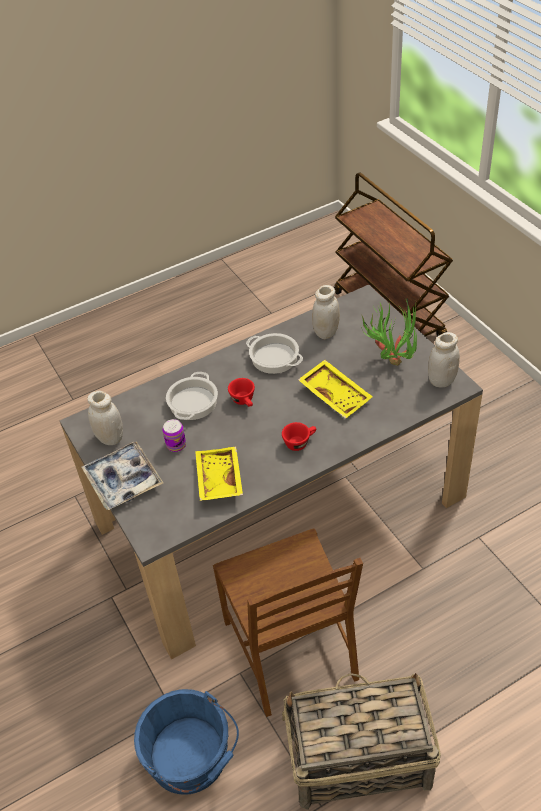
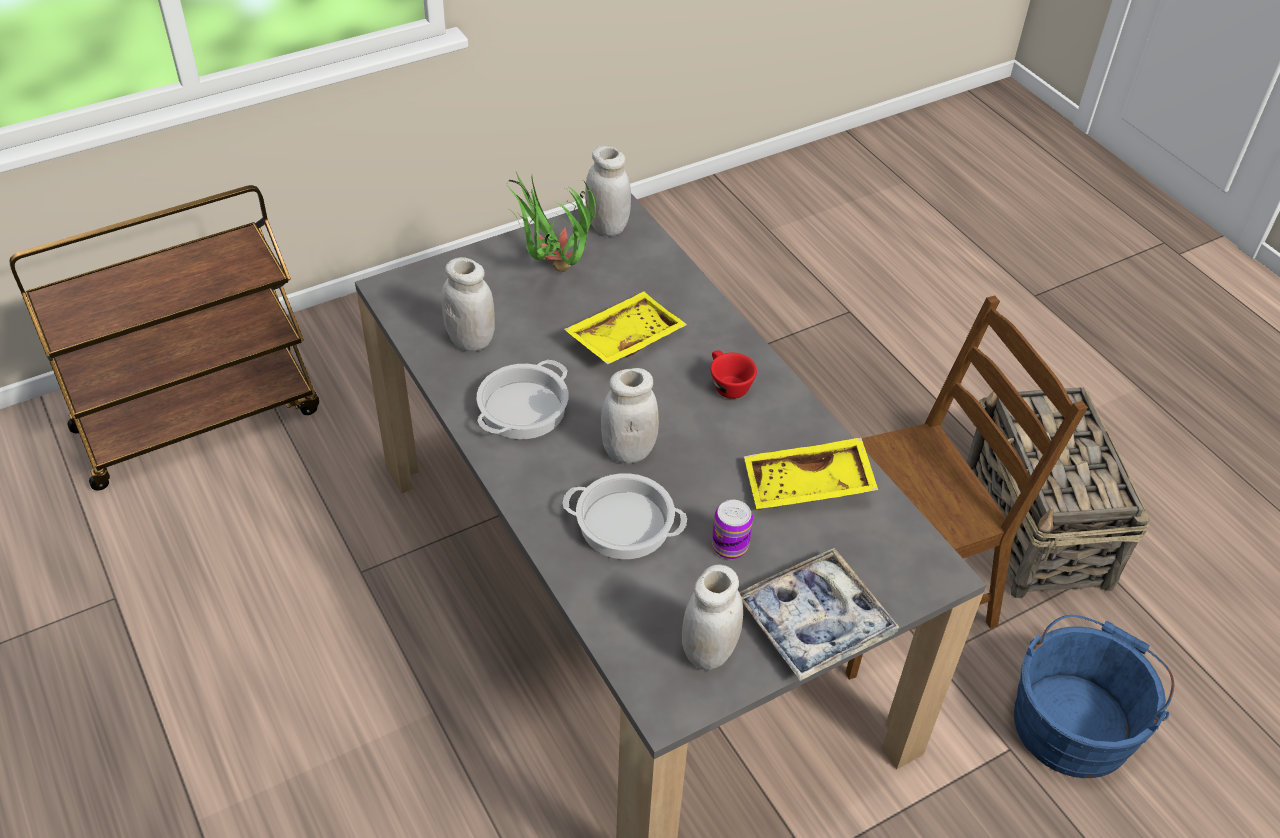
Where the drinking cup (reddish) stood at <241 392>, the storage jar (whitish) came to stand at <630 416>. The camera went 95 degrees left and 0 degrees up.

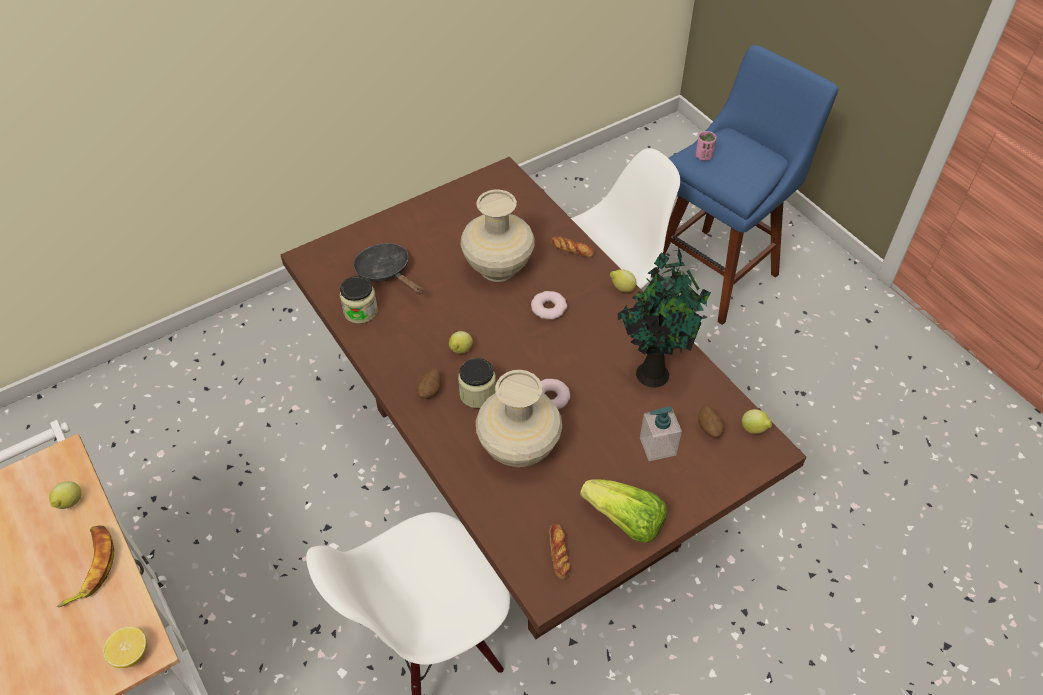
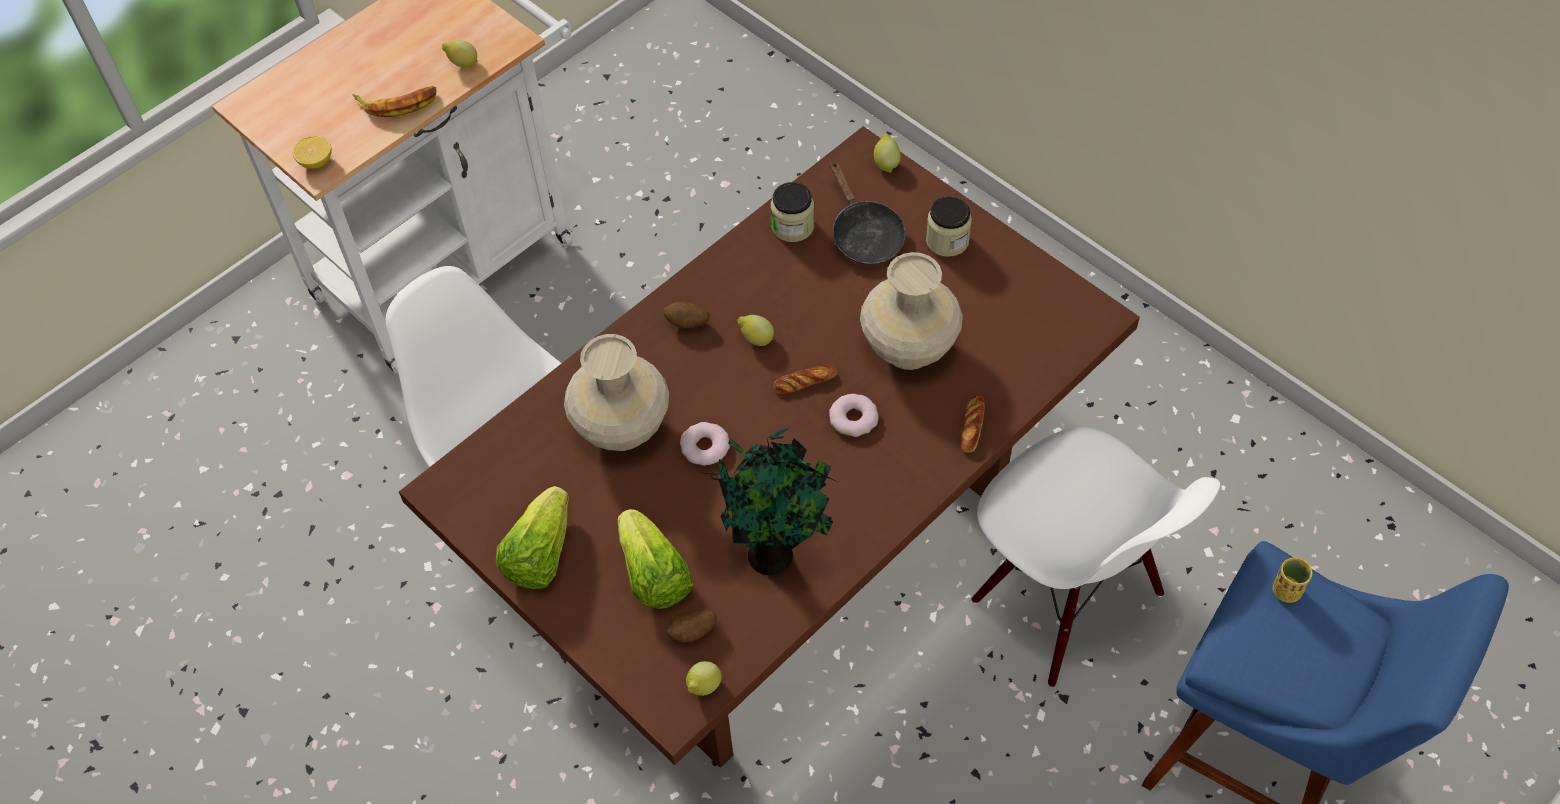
What was the drinking cup (pink) at <706 146> turned into the drinking cup (yellow) at <1292 580>. The frying pan (black) at <388 269> ended up facing another way, 120 degrees clockwise from before. The whole lemon ended up elsewhere, having gone from <623 280> to <887 153>. The storage jar ended up elsewhere, having gone from <477 383> to <949 226>. Where the soap dispenser stood at <661 433>, the head of lettuce came to stand at <656 559>. The bread ended up elsewhere, having gone from <559 551> to <804 379>. The camera went 80 degrees right and 5 degrees up.

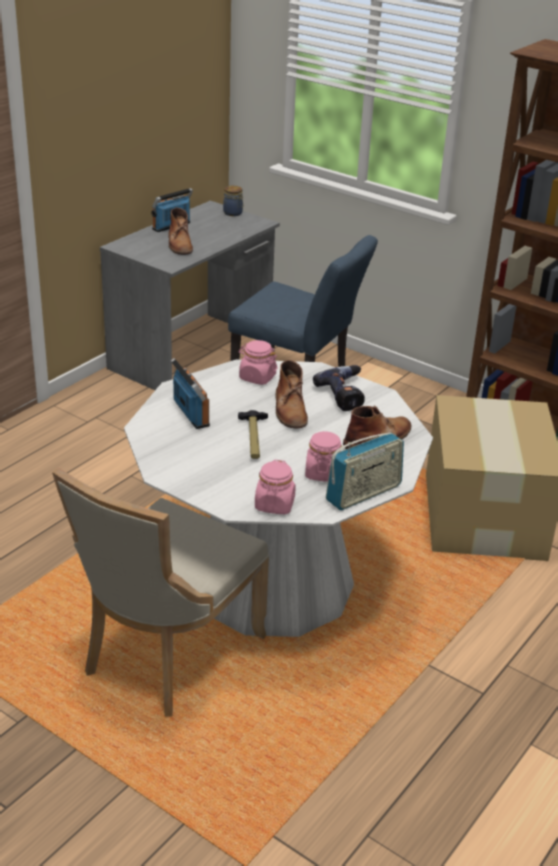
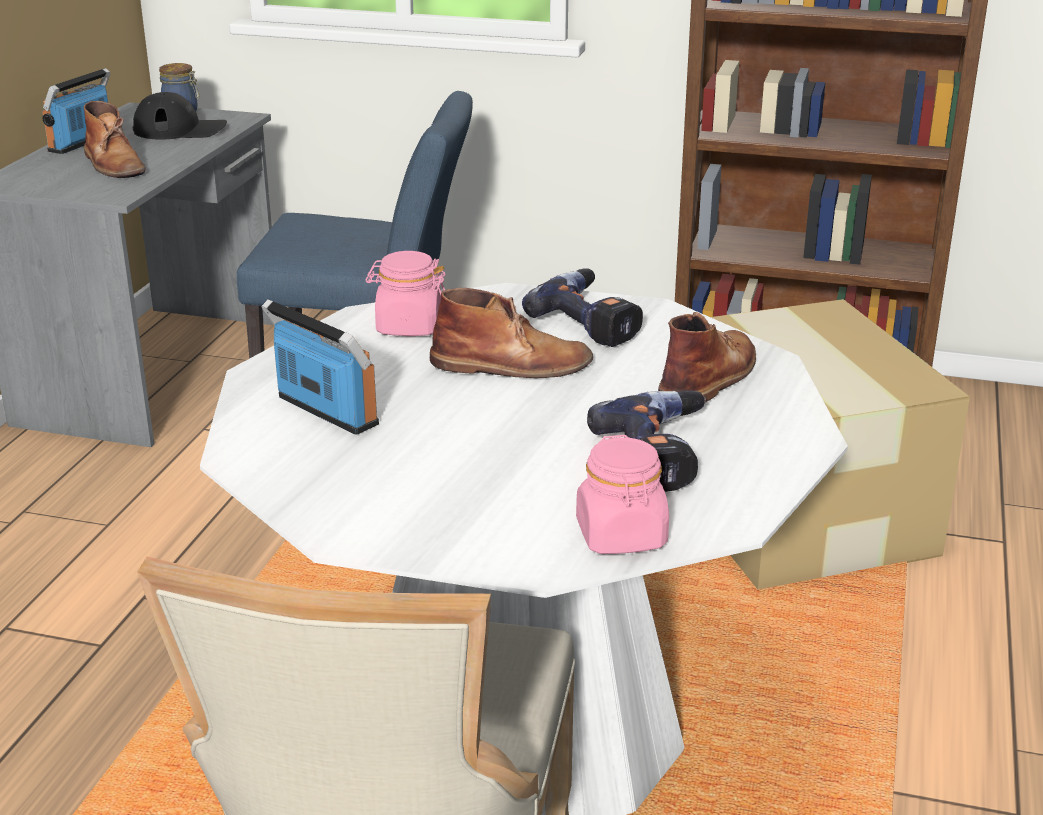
The tall boot (brownish) at <291 394> ended up facing another way, 60 degrees counterclockwise from before. The second view lost the tool hammer at <253 434>. Where the storage jar (pink) stood at <323 456>, the power drill came to stand at <646 441>. The second view lost the radio set at <365 471>. The second view gained the baseball cap (black) at <180 116>. The camera went 20 degrees left and 5 degrees down.

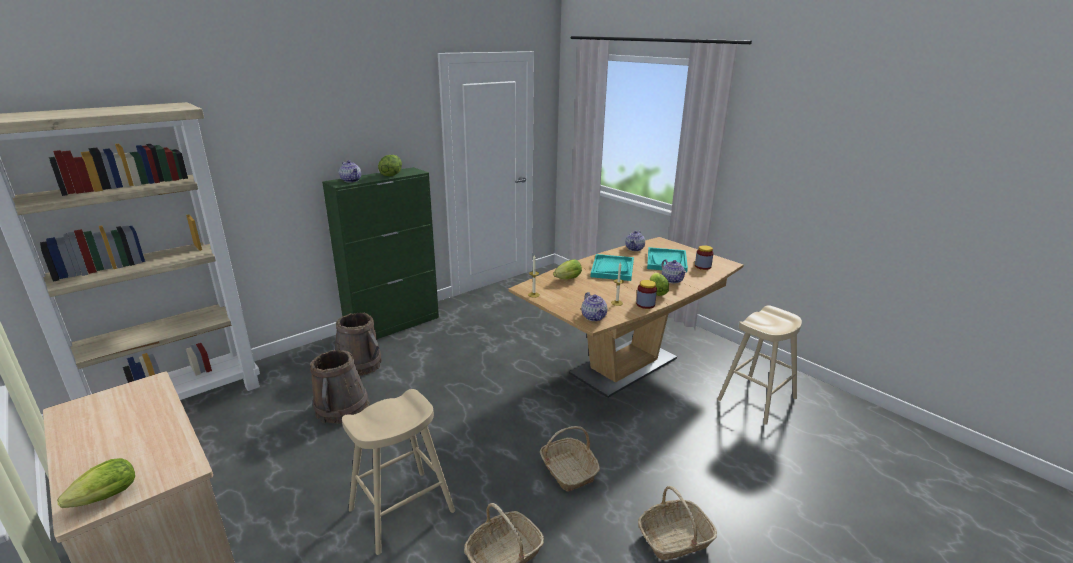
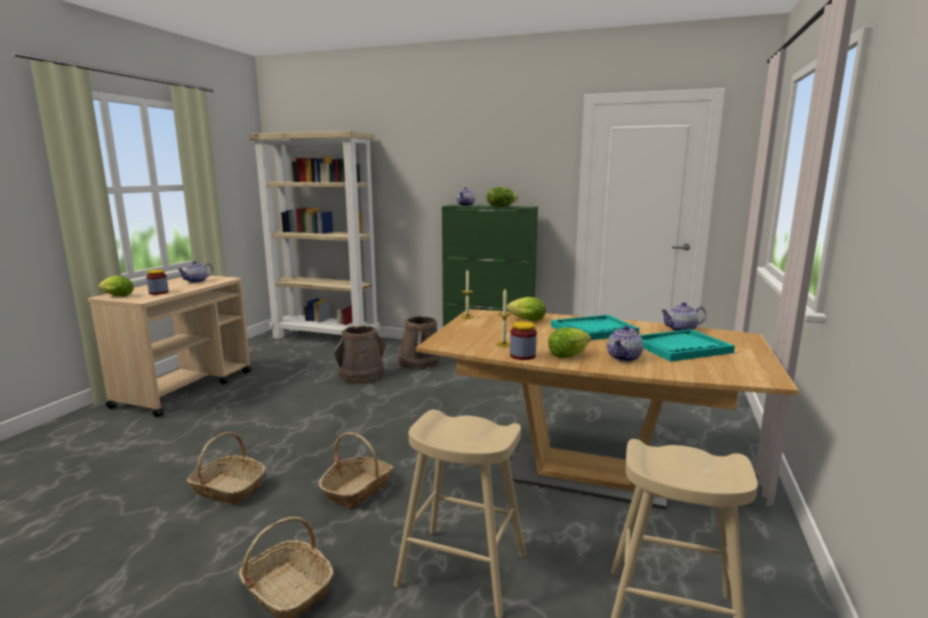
The storage jar ended up elsewhere, having gone from <704 257> to <157 282>. The teapot ended up elsewhere, having gone from <594 306> to <195 272>. The sitting stool (beige-coloured) ended up elsewhere, having gone from <398 472> to <460 514>. The camera went 60 degrees right and 10 degrees down.

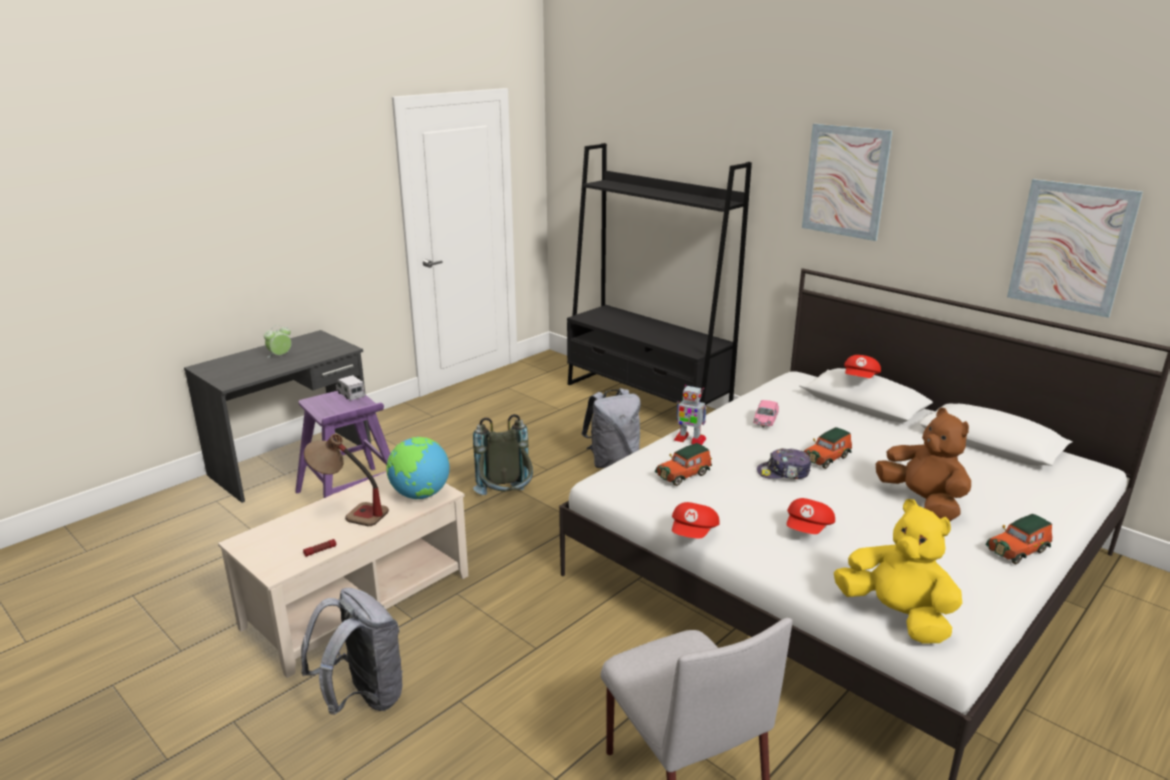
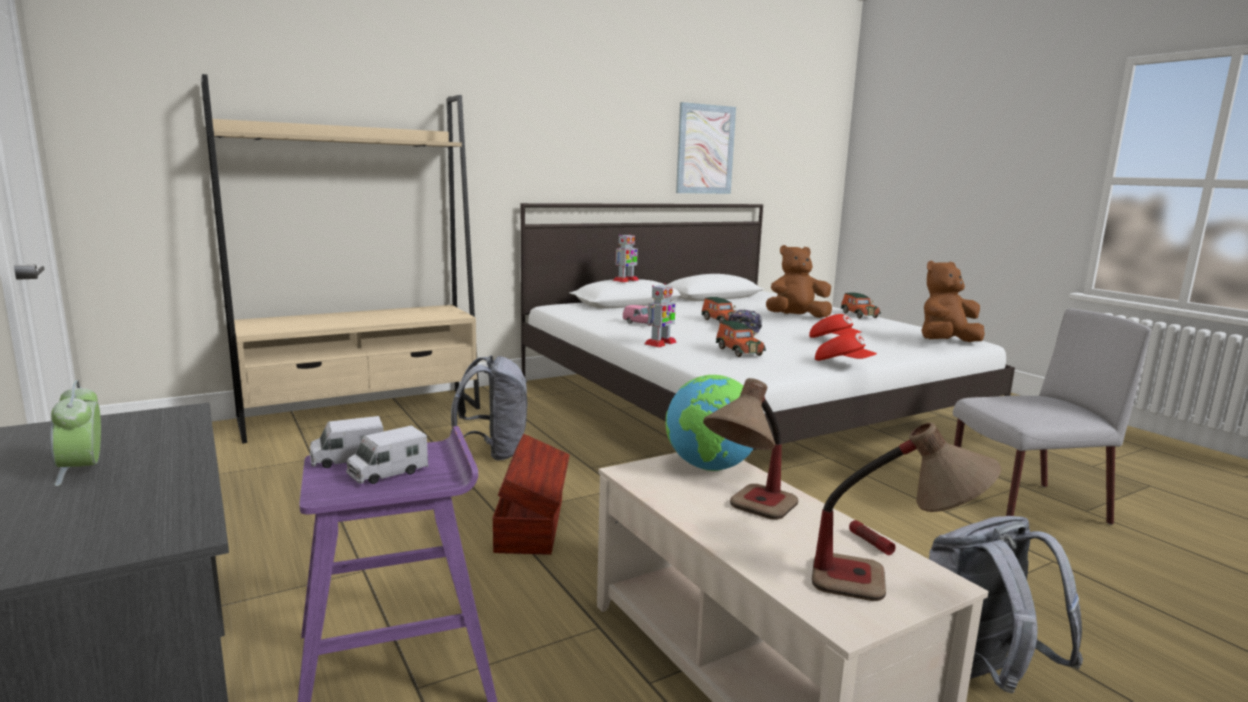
The second view lost the picture at <847 182>. What was the bookcase (black) at <659 274> turned into the bookcase (beige-coloured) at <340 259>. Where the baseball cap (reddish) stood at <862 366>, the toy robot came to stand at <626 258>. Where the backpack (greyish) stood at <503 454>, the storage container (brownish) came to stand at <531 494>. What was the plush toy (yellow) at <898 571> turned into the plush toy (brownish) at <953 301>. The second view gained the table lamp at <906 512>. The second view gained the toy truck at <387 454>. The camera went 75 degrees left and 10 degrees down.

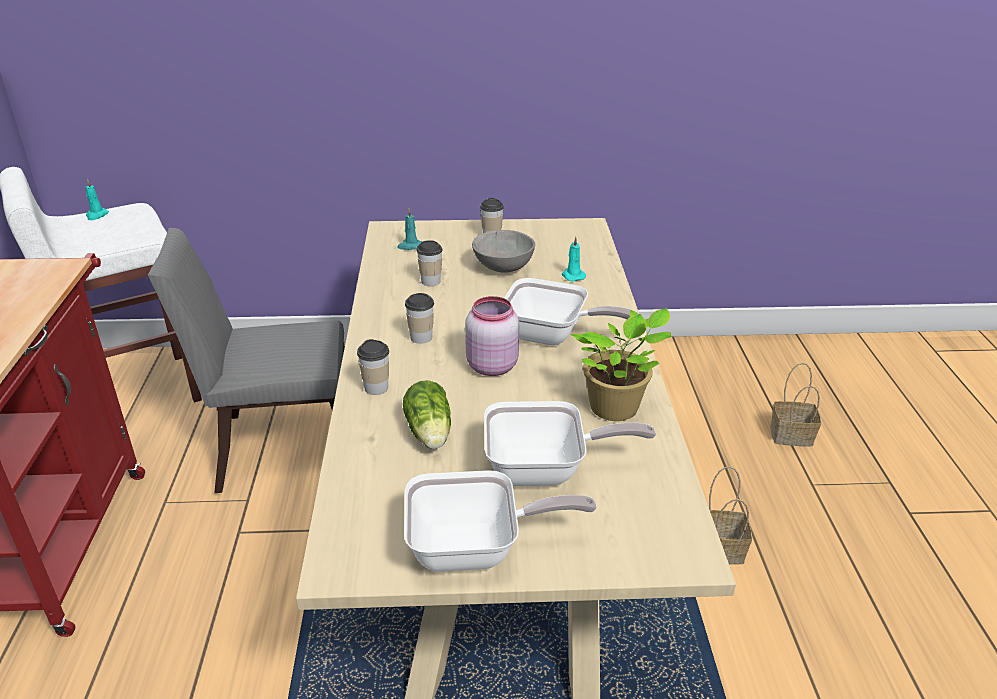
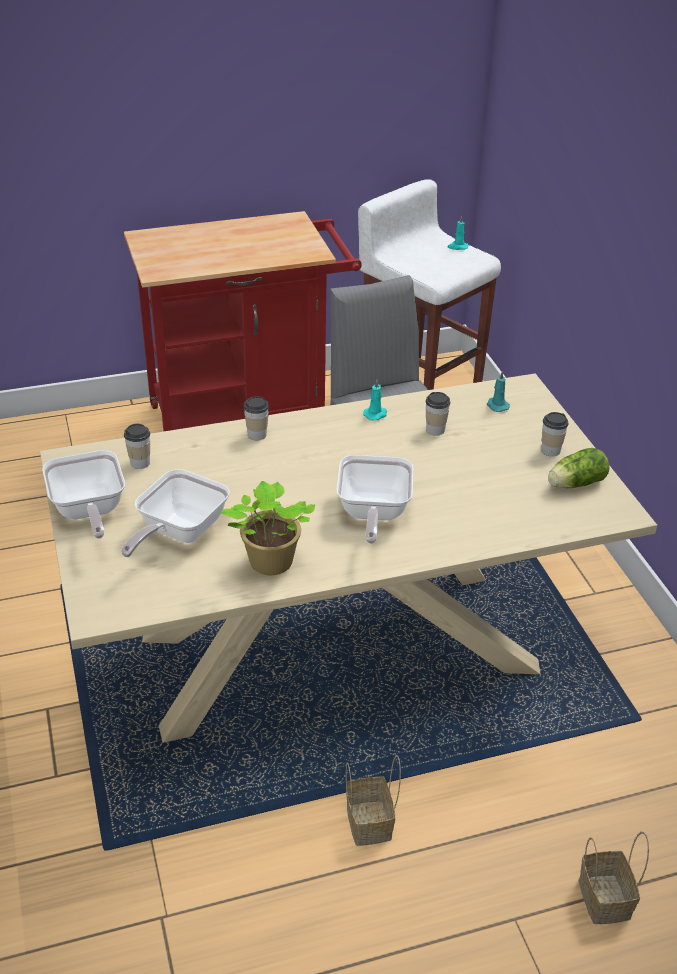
The second view lost the bowl (greyish) at <503 251>. The candle (turquoise-coloured) ended up elsewhere, having gone from <574 259> to <375 400>. The drinking cup ended up elsewhere, having gone from <419 318> to <137 446>. The second view lost the storage jar (pink) at <492 336>. The head of lettuce ended up elsewhere, having gone from <427 414> to <578 468>. The frying pan at <570 443> ended up facing another way, 45 degrees clockwise from before. The camera went 75 degrees right and 5 degrees up.

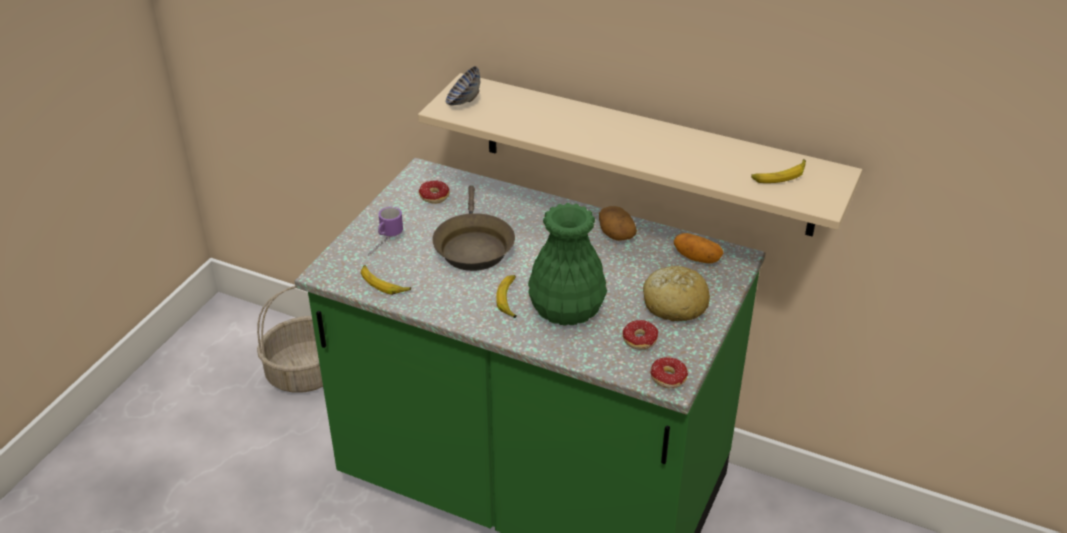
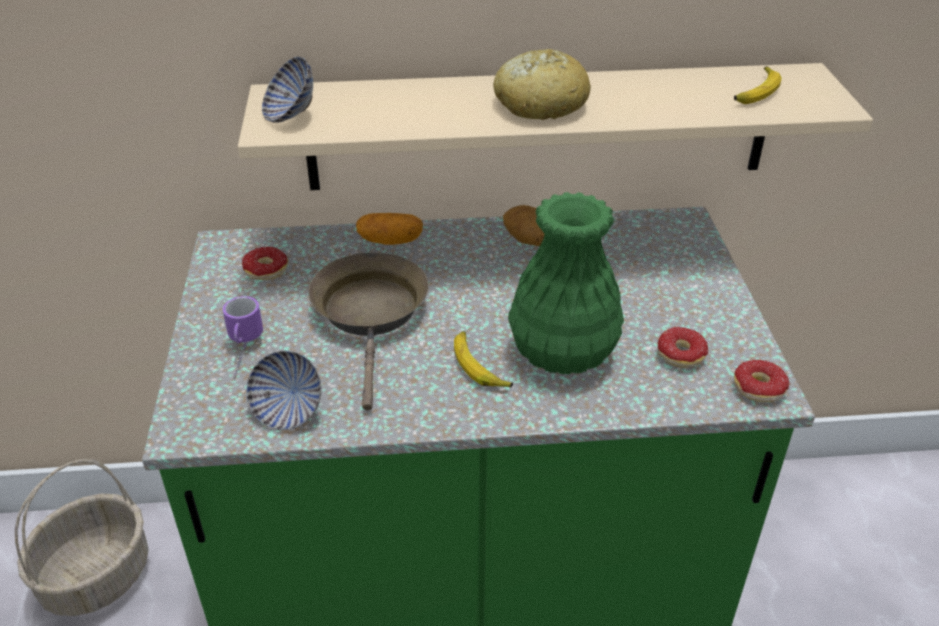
The frying pan (brownish) at <473 228> ended up facing another way, 150 degrees counterclockwise from before. The spud ended up elsewhere, having gone from <699 248> to <389 229>. Where the banana fruit stood at <386 280>, the bowl came to stand at <283 390>. The bread ended up elsewhere, having gone from <676 293> to <542 84>. The camera went 30 degrees left and 0 degrees up.

